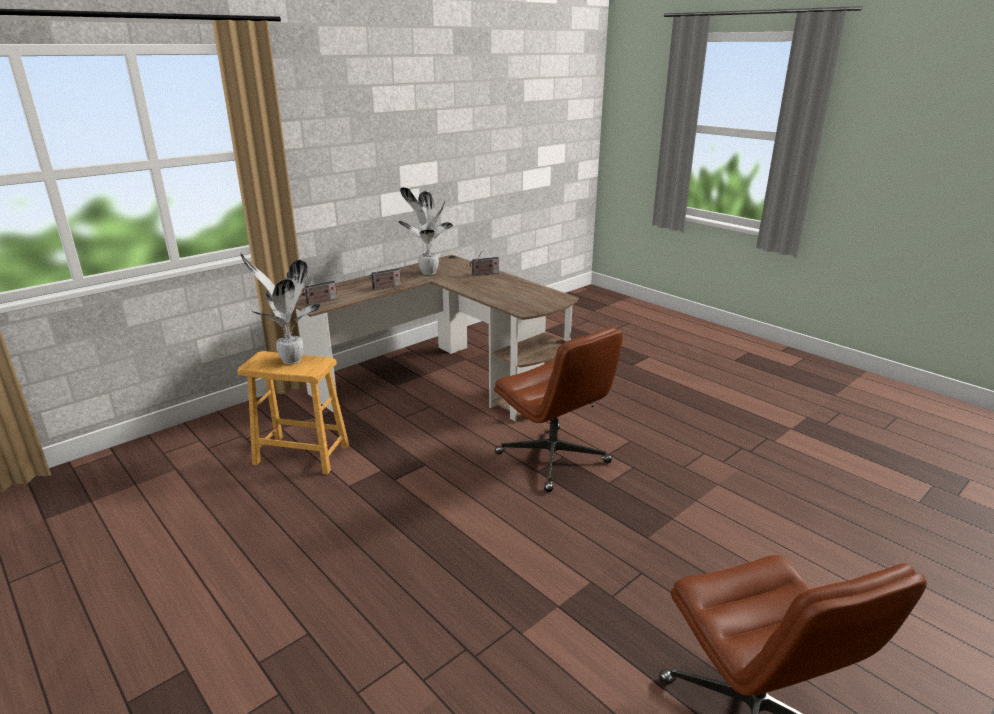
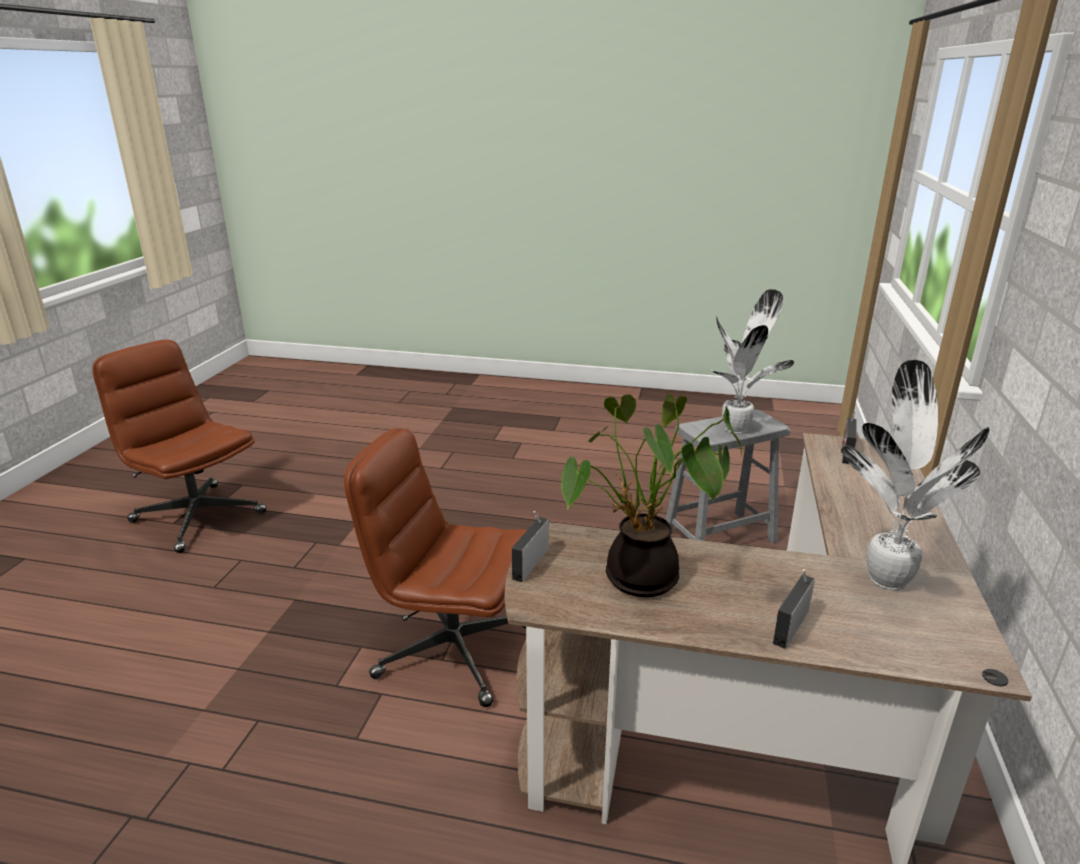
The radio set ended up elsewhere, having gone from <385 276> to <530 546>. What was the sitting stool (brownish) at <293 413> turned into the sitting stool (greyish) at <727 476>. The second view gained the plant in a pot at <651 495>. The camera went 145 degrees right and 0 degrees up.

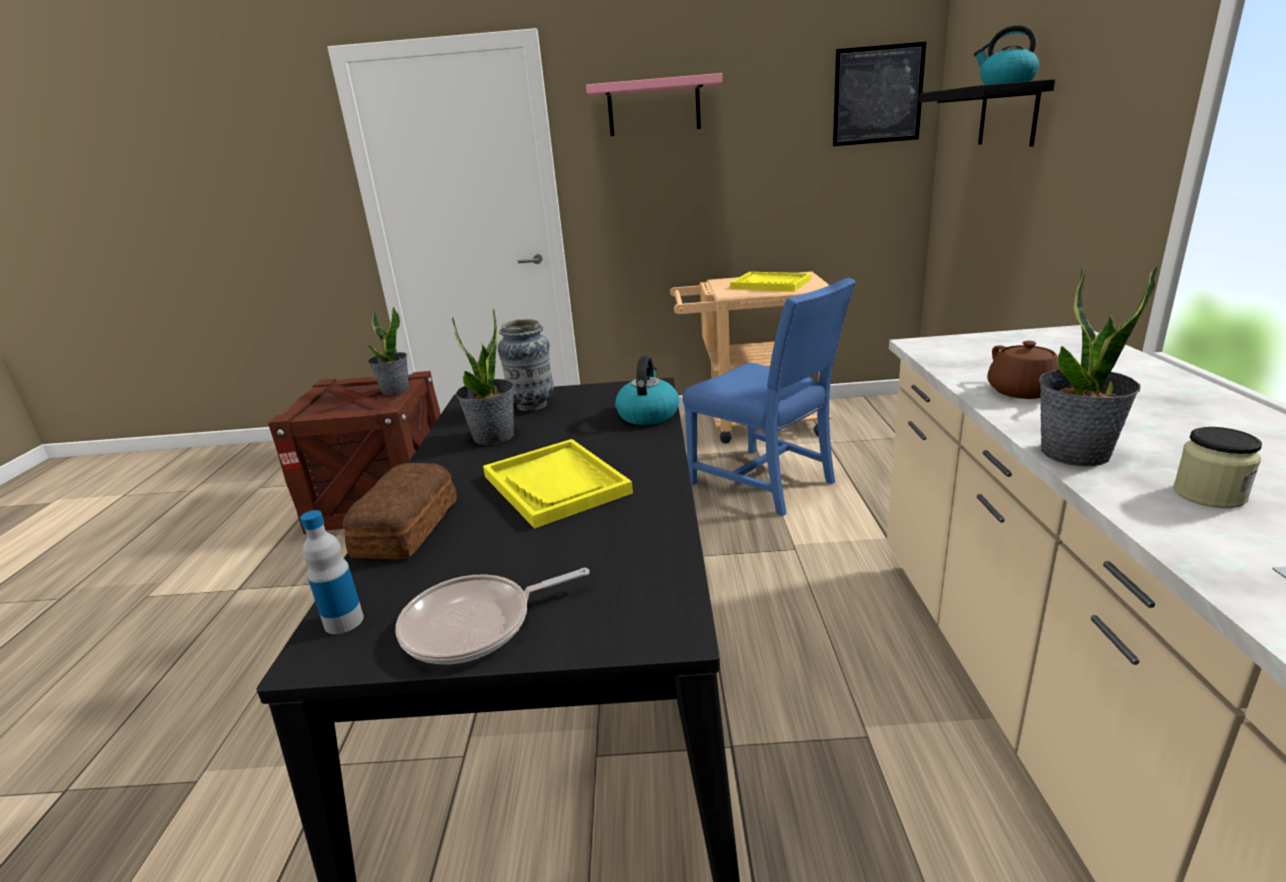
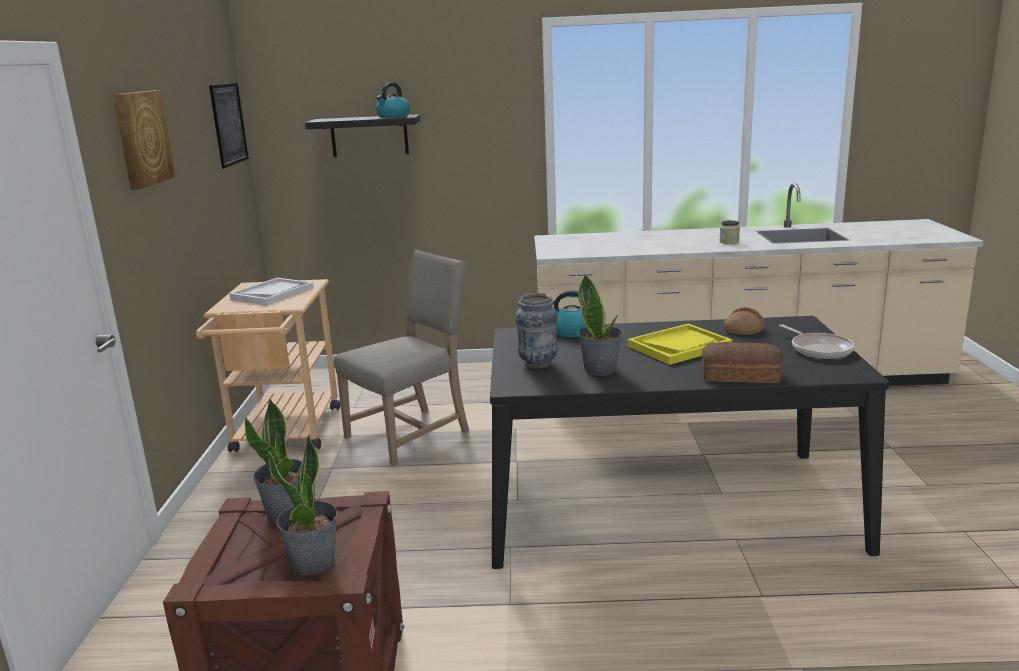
Where the bracket shelf (pink) hung at <654 104>, the picture came to hang at <144 140>. The plant in a pot ended up elsewhere, having gone from <1098 365> to <303 504>. What was the serving tray (yellow) at <770 282> turned into the serving tray (whitish) at <271 291>. What was the plain chair (bluish) at <769 397> turned into the plain chair (beige-coloured) at <401 358>. The second view lost the teapot (brownish) at <1023 370>. The second view lost the bottle at <332 572>. The second view gained the bread at <744 321>. The camera went 90 degrees left and 5 degrees down.

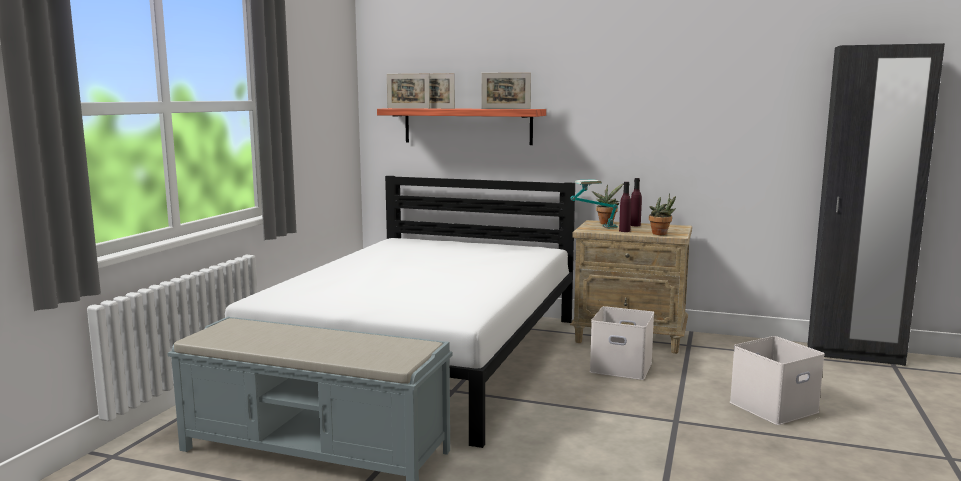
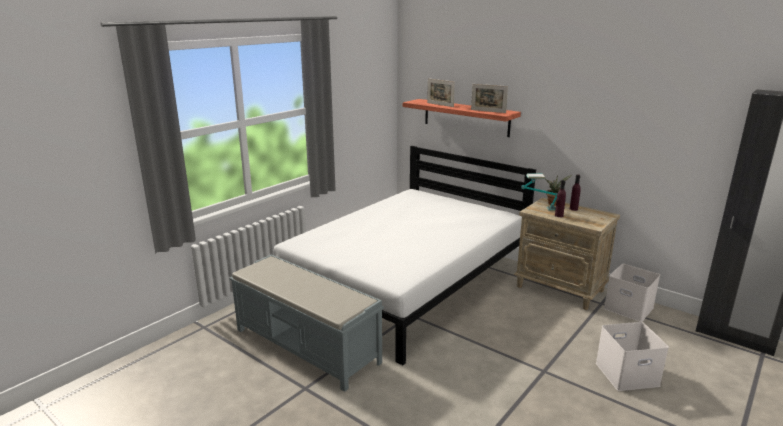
The second view lost the picture frame at <408 91>. The second view lost the plant in a pot at <662 214>. The storage container (whitish) ended up elsewhere, having gone from <622 343> to <632 293>. The camera went 20 degrees right and 10 degrees up.

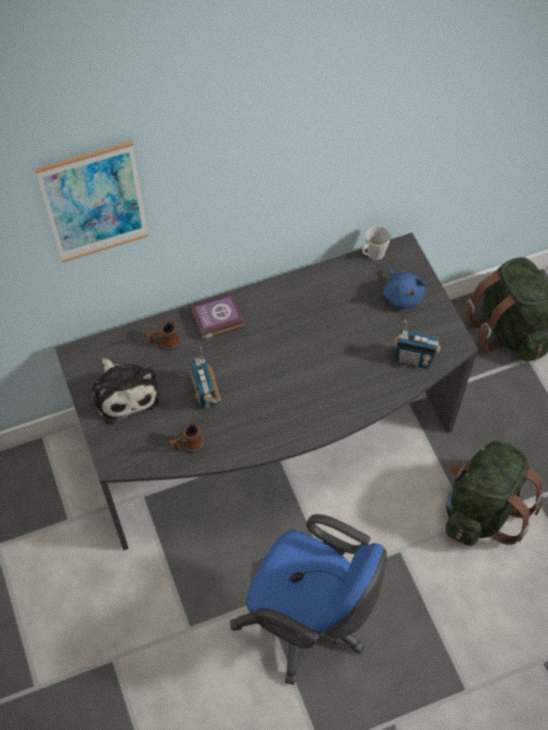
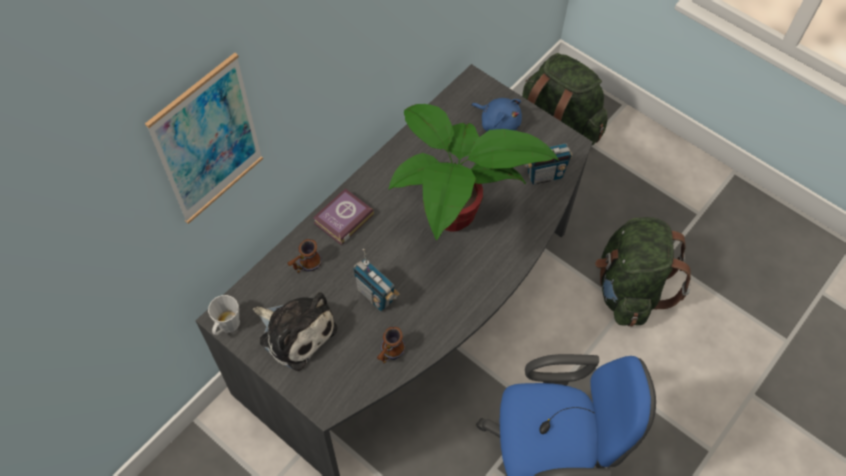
The coffee mug (greyish) ended up elsewhere, having gone from <376 243> to <224 315>. The second view gained the plant in a pot at <473 172>. The camera went 30 degrees left and 0 degrees up.

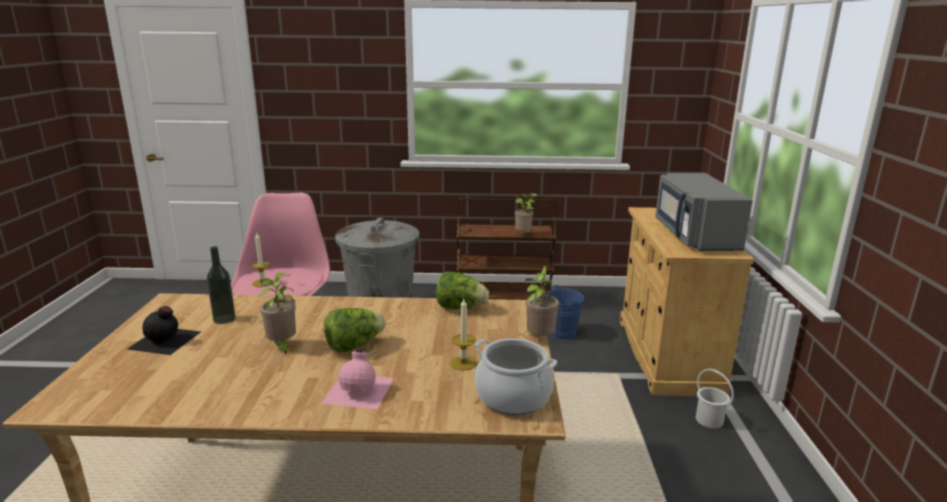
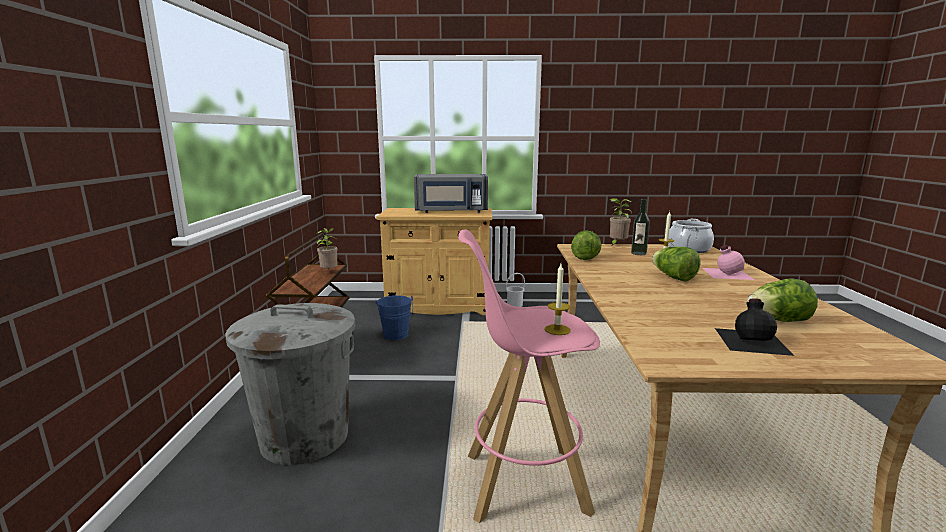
The bottle ended up elsewhere, having gone from <221 285> to <640 227>. The second view lost the plant in a pot at <277 314>. The second view gained the head of lettuce at <782 300>. The camera went 90 degrees left and 5 degrees down.

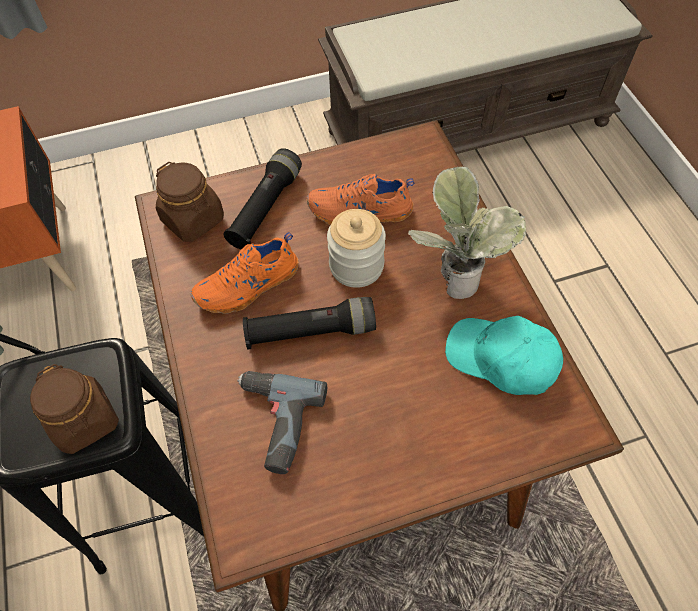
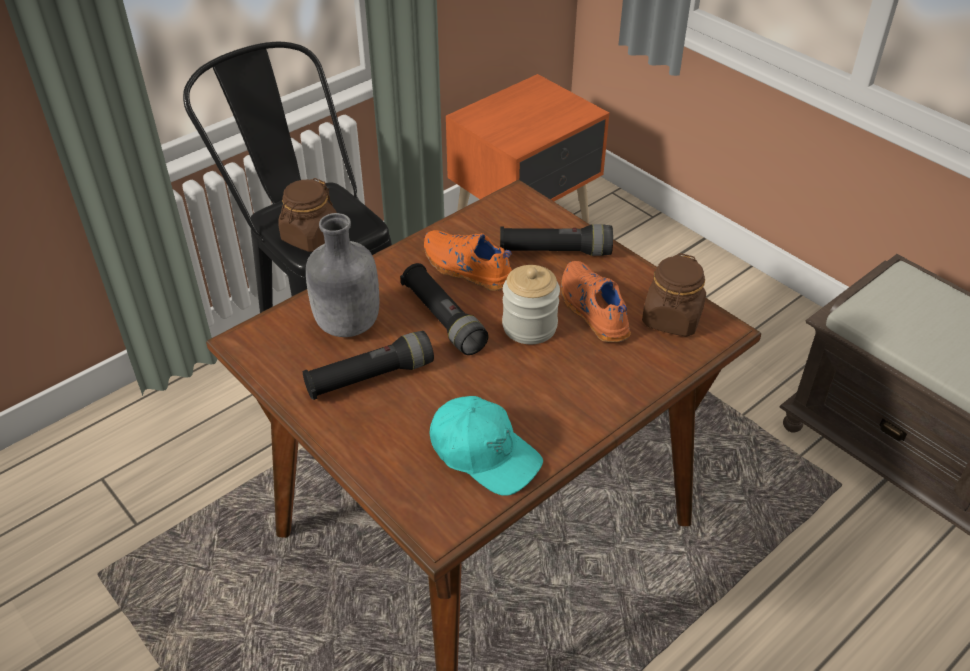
The storage jar (brownish) ended up elsewhere, having gone from <190 202> to <674 295>. The second view lost the plant in a pot at <467 232>. The baseball cap (turquoise-coloured) at <504 355> ended up facing another way, 120 degrees clockwise from before. Where the power drill stood at <282 422>, the bottle (greyish) came to stand at <342 275>. The second view gained the flashlight (black) at <368 365>. The camera went 65 degrees right and 15 degrees down.

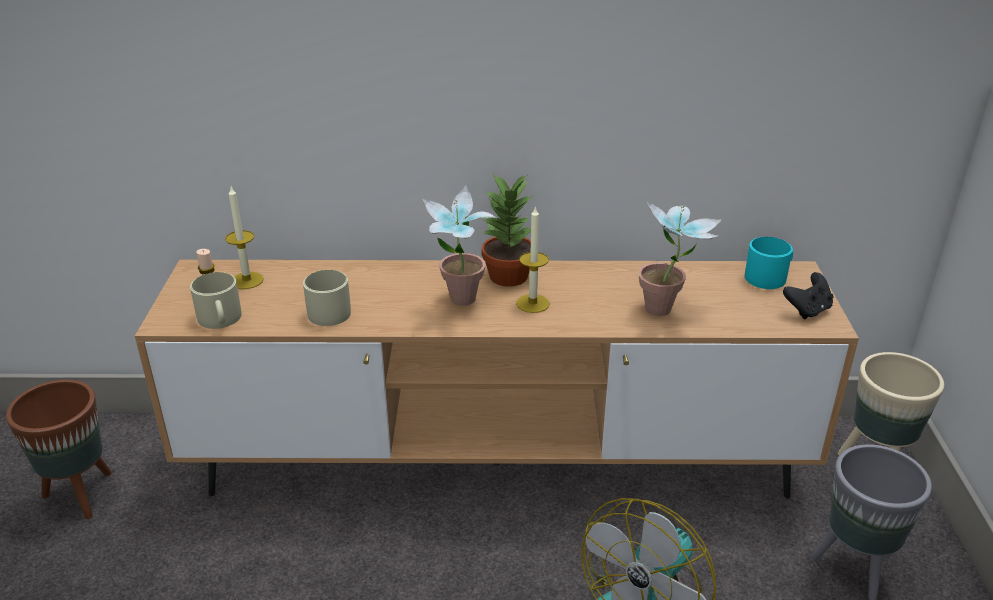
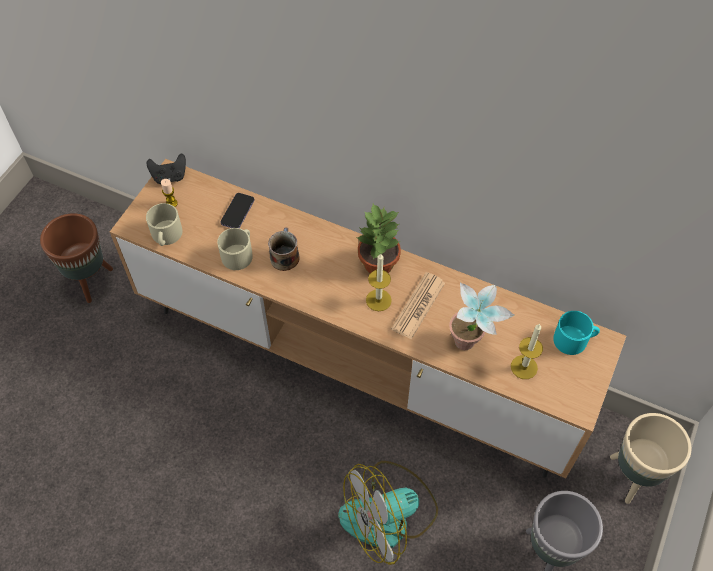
The second view lost the plant in a pot at <460 245>. The candle ended up elsewhere, having gone from <244 238> to <527 351>. The joypad (black) ended up elsewhere, having gone from <808 295> to <166 168>. The second view gained the handset at <237 210>. The second view gained the coffee mug at <284 249>. The second view gained the newspaper at <418 305>. The camera went 25 degrees right and 25 degrees up.

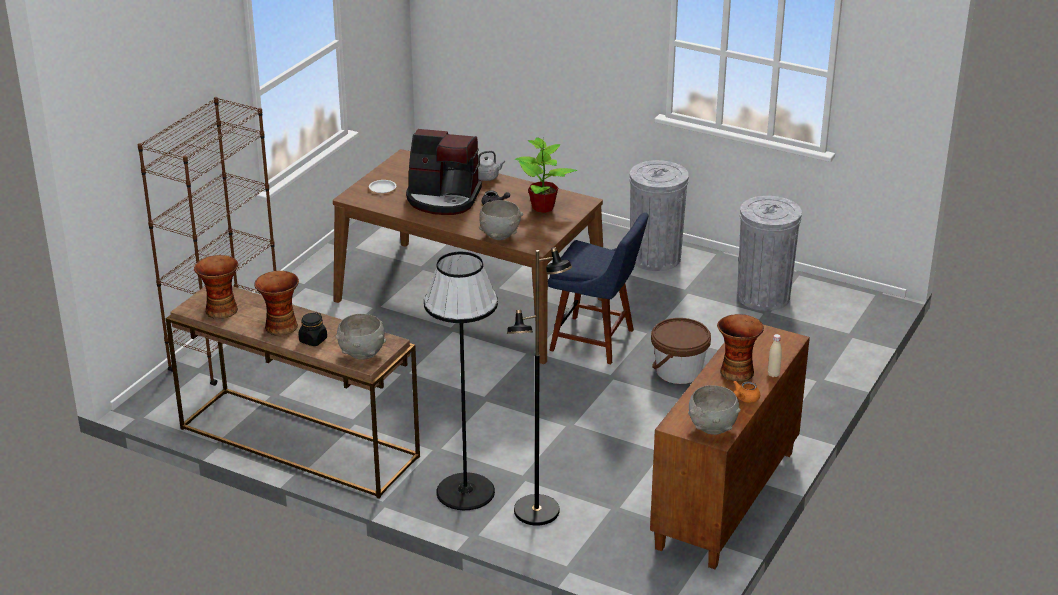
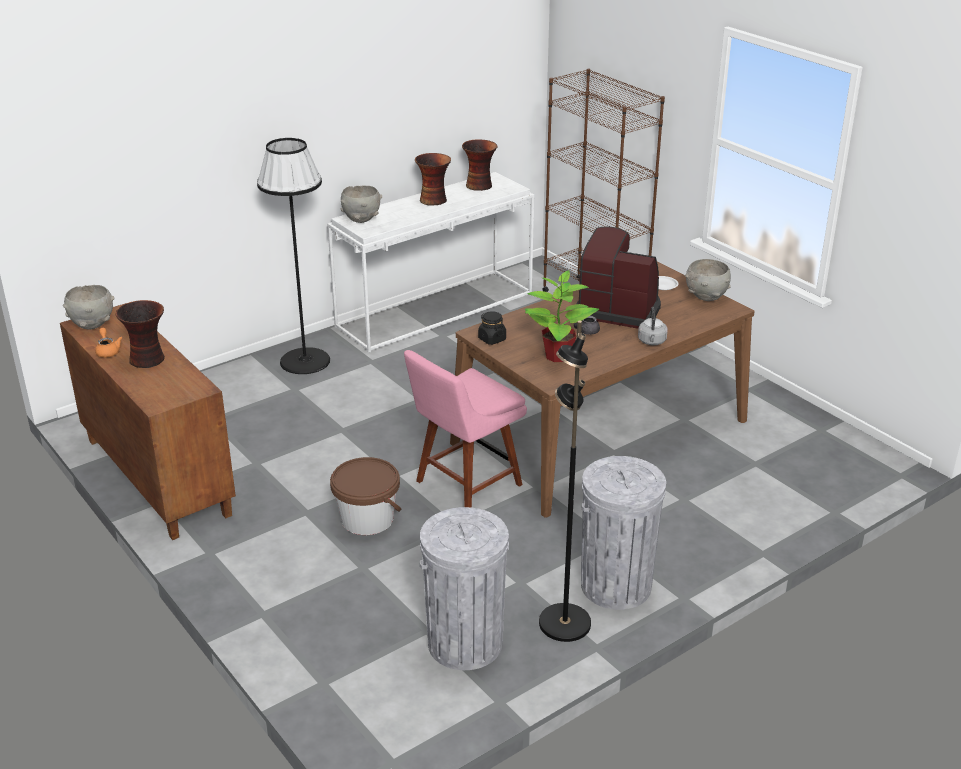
The coffee machine at <444 172> ended up facing another way, 75 degrees clockwise from before. The bowl (greyish) ended up elsewhere, having gone from <501 220> to <708 280>. What was the plain chair (bluish) at <598 289> turned into the plain chair (pink) at <465 429>. The standing lamp (black) ended up elsewhere, having gone from <539 386> to <565 481>. What was the hall table (brownish) at <293 392> turned into the hall table (whitish) at <430 262>. The storage jar (black) ended up elsewhere, having gone from <312 329> to <492 328>. The second view lost the bottle (beige-coloured) at <775 355>. The camera went 115 degrees right and 0 degrees up.

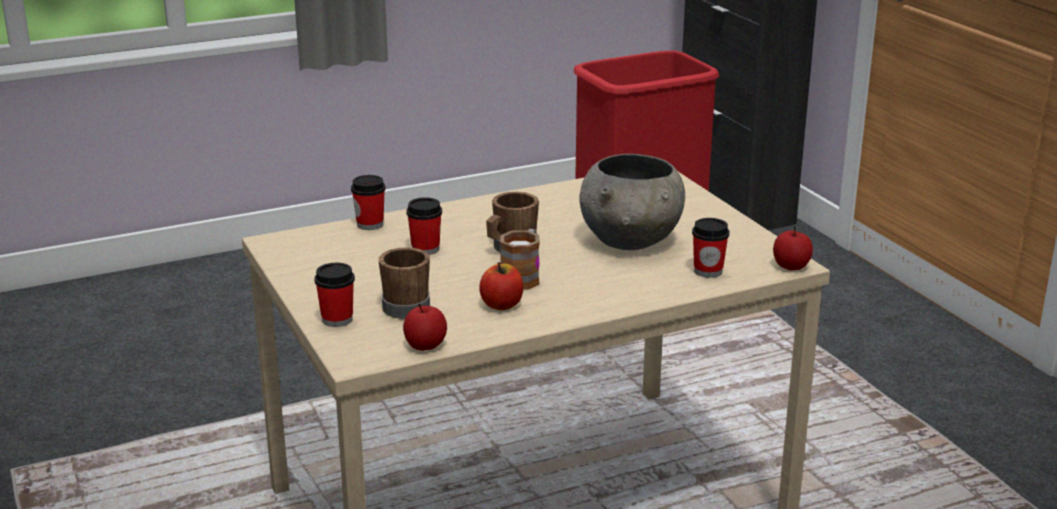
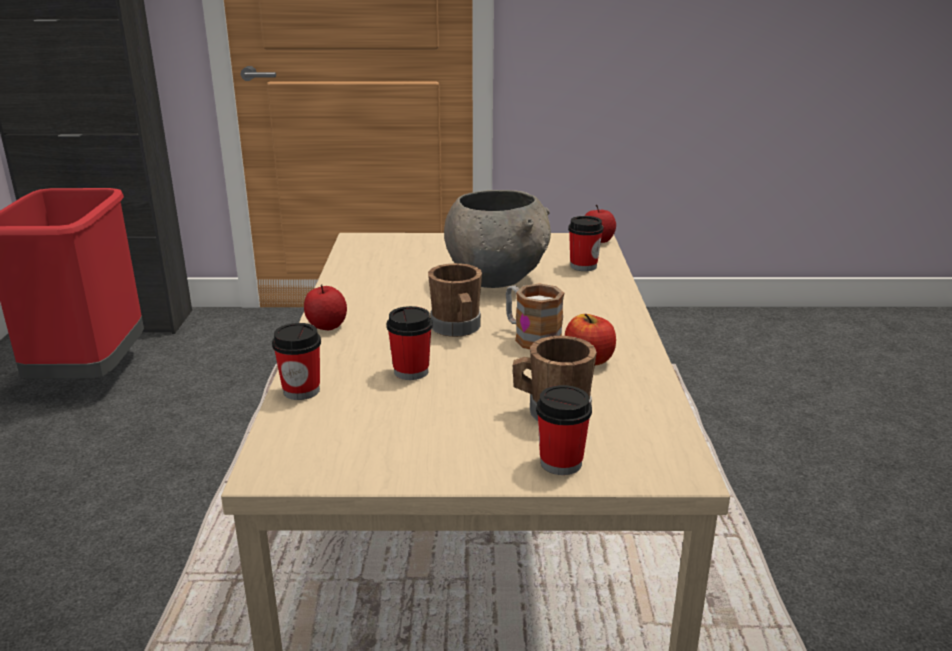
The whole apple ended up elsewhere, having gone from <425 326> to <325 307>. The camera went 65 degrees left and 0 degrees up.

